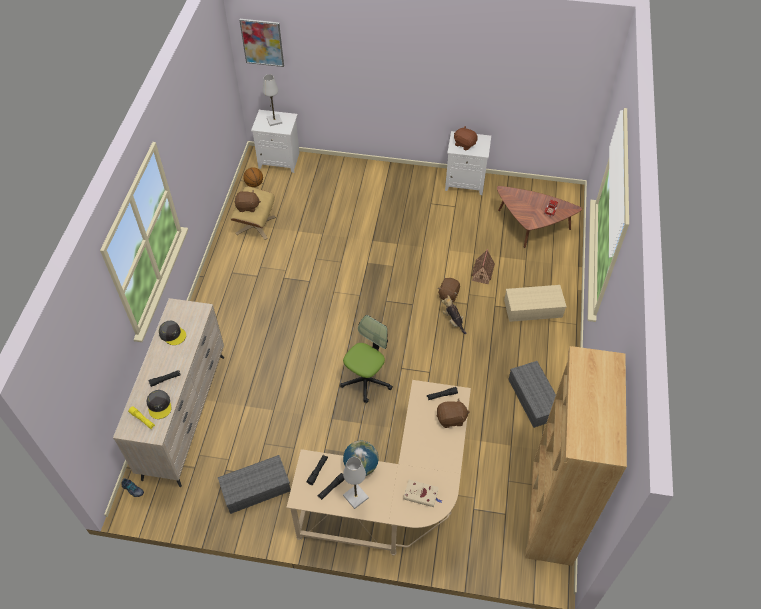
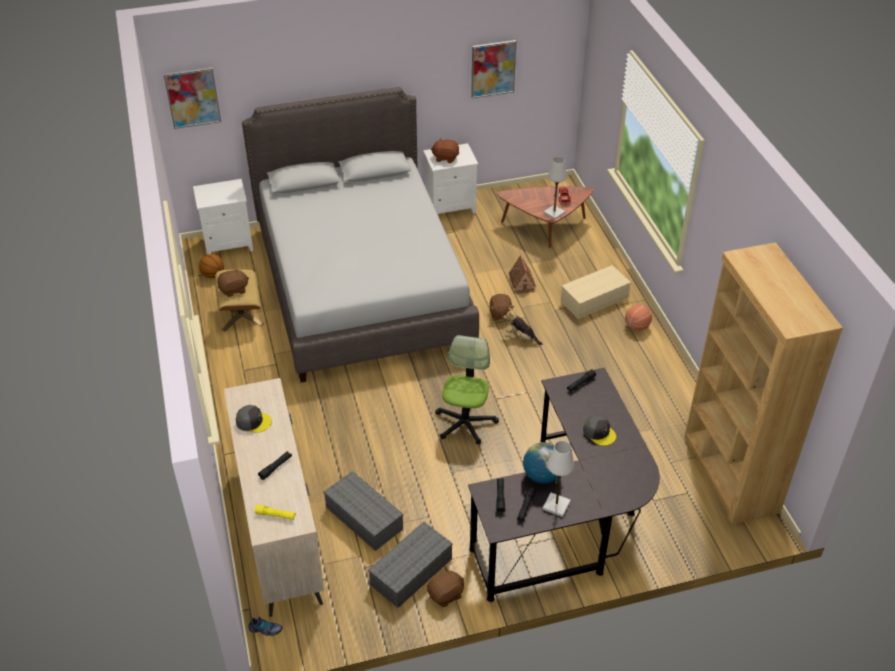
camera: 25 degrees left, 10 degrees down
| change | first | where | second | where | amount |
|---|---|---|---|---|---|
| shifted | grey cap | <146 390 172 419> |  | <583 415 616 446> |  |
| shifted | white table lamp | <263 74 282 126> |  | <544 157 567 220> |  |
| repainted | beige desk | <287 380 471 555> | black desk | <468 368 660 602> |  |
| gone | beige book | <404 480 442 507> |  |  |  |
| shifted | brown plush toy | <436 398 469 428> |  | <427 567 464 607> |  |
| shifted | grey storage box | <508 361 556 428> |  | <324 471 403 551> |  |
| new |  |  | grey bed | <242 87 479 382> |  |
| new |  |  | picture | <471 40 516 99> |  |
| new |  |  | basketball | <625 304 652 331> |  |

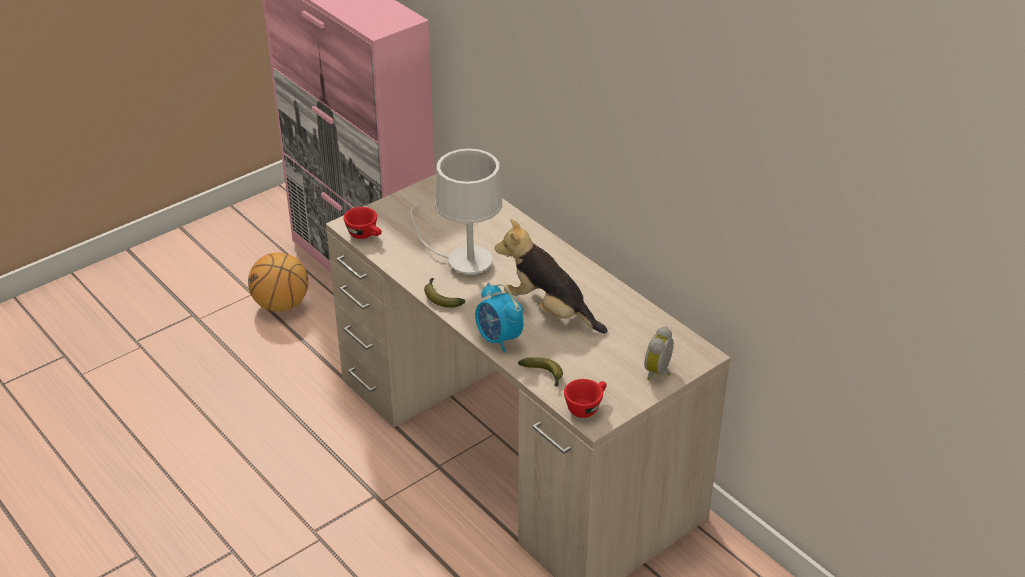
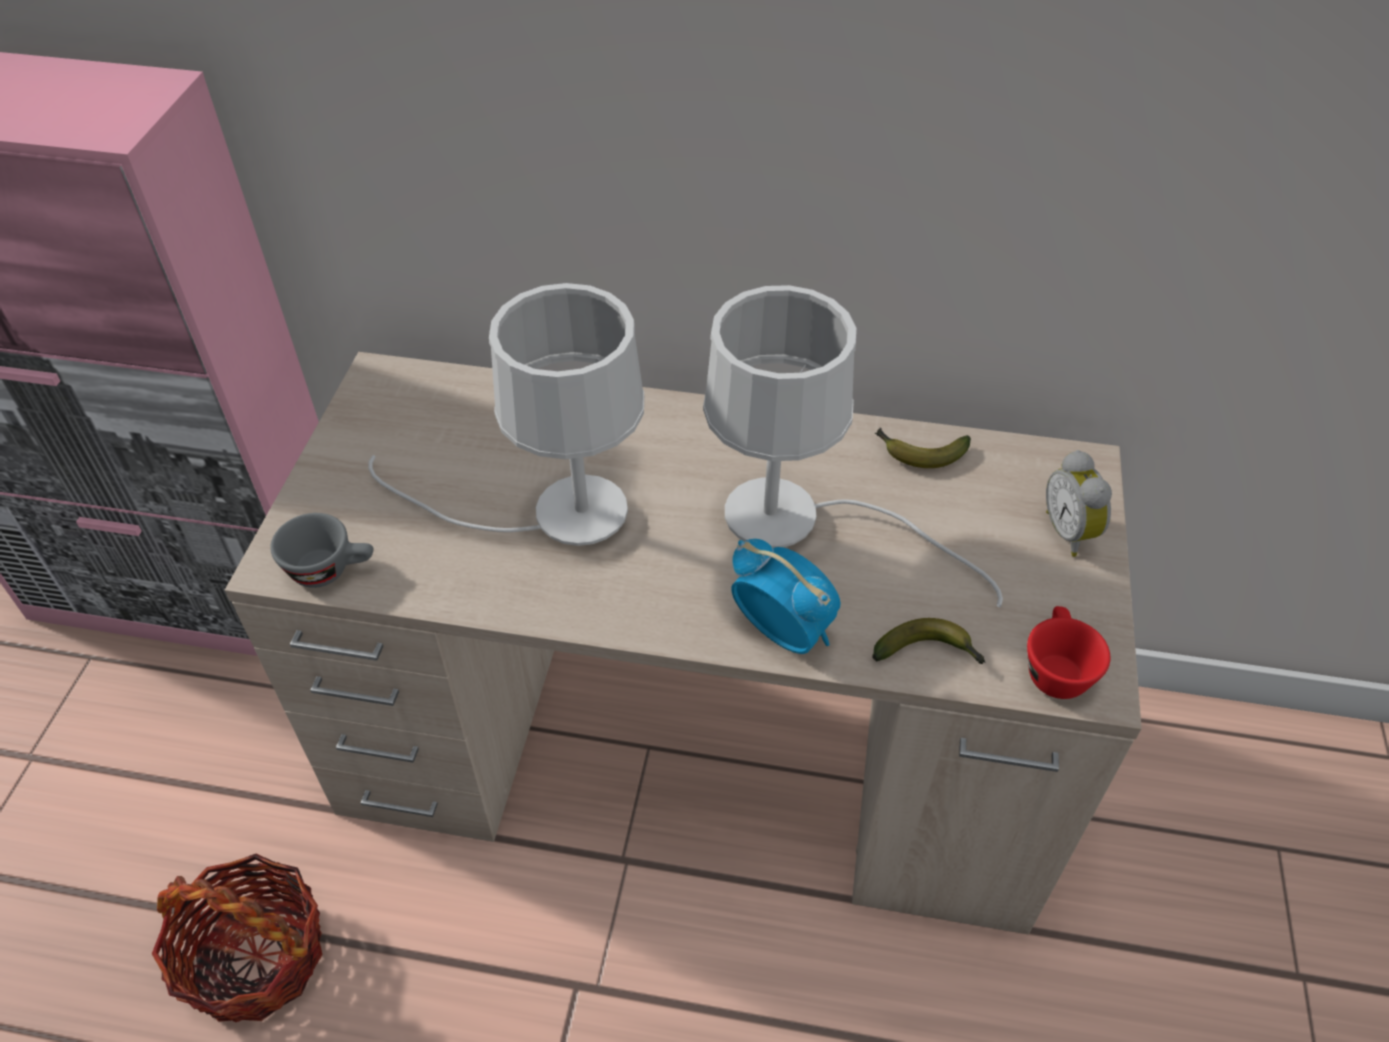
camera: 40 degrees left, 10 degrees up
| change | first | where | second | where | amount |
|---|---|---|---|---|---|
| gone | basketball | <248 253 308 312> |  |  |  |
| repainted | red cup | <344 207 382 239> | grey cup | <270 513 374 588> |  |
| shifted | banana | <424 278 465 308> |  | <875 428 971 468> |  |
| rotated | alarm clock | <475 283 524 352> |  | <731 539 841 654> | 150 degrees counterclockwise |
| swapped | plush toy | <495 219 608 334> | white table lamp | <703 285 1003 607> |  |
| new |  |  | basket | <152 854 322 1022> |  |

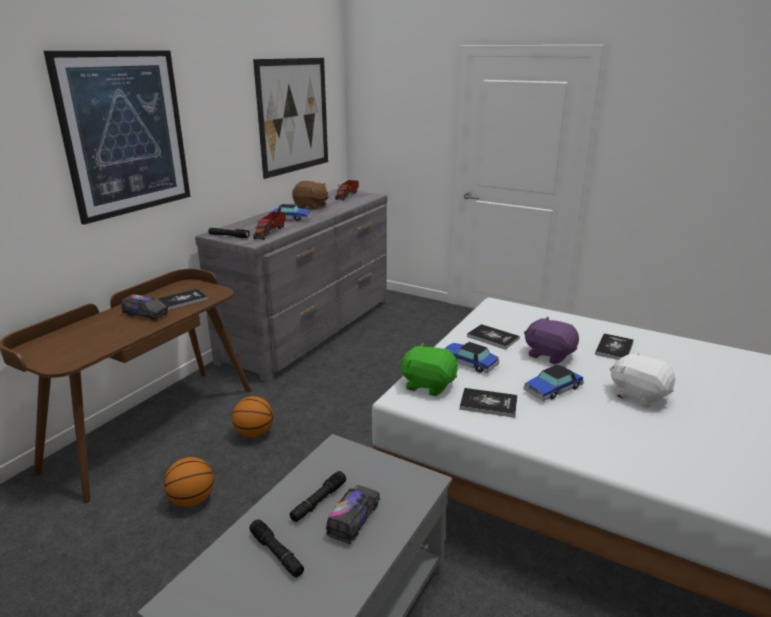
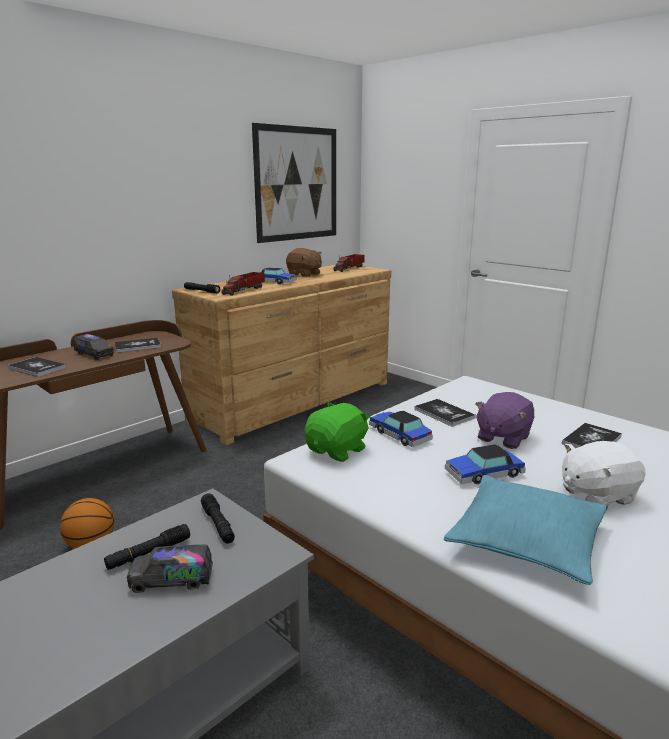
camera: 15 degrees right, 5 degrees down
| change | first | where | second | where | amount |
|---|---|---|---|---|---|
| gone | picture | <43 50 190 225> |  |  |  |
| repainted | grey dresser | <195 189 388 382> | brown dresser | <172 265 391 445> |  |
| gone | basketball | <232 396 273 438> |  |  |  |
| shifted | black flashlight | <249 519 304 577> |  | <201 493 235 544> |  |
| rotated | toy truck | <326 485 380 544> |  | <127 545 213 593> | 135 degrees counterclockwise |
| rotated | green plush toy | <399 343 458 396> |  | <304 402 370 462> | 90 degrees clockwise |
| shifted | book | <459 388 518 418> |  | <8 357 66 377> |  |
| rotated | purple plush toy | <524 317 579 364> |  | <475 392 534 449> | 105 degrees counterclockwise |
| rotated | white plush toy | <609 351 675 408> |  | <562 441 646 506> | 75 degrees counterclockwise |
| new |  |  | turquoise pillow | <444 475 608 585> |  |

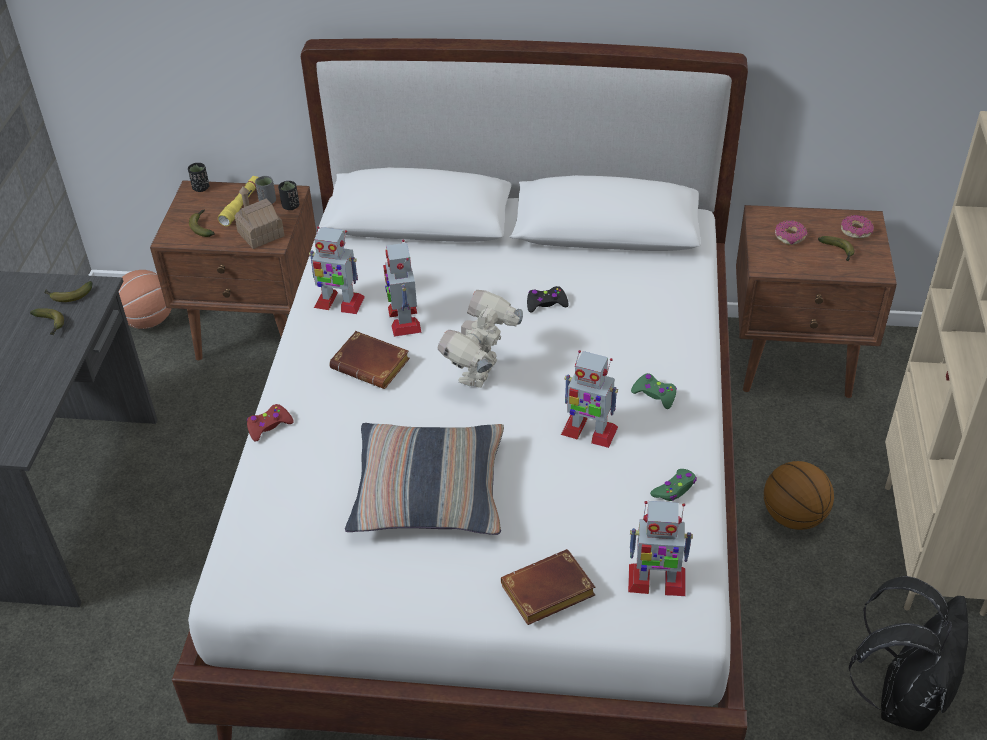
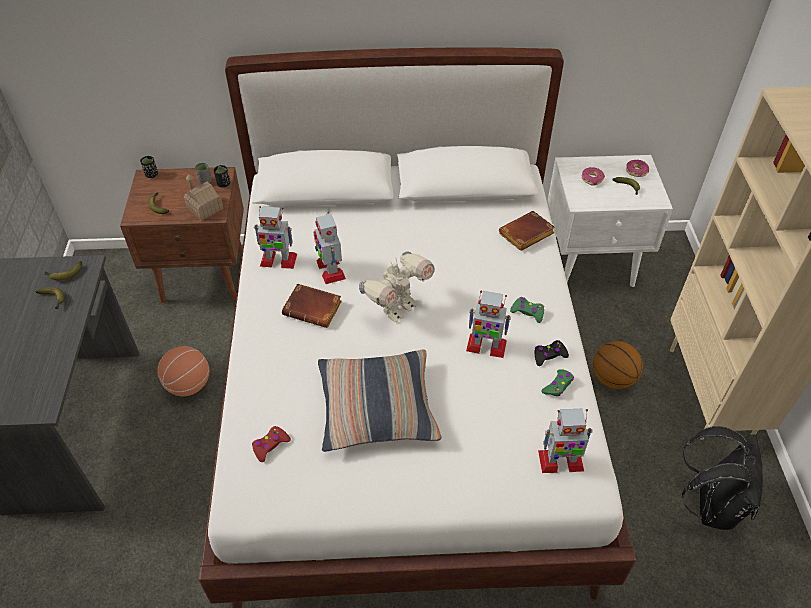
camera: 10 degrees left, 5 degrees up
| change | first | where | second | where | amount |
|---|---|---|---|---|---|
| shifted | basketball | <119 270 172 329> |  | <157 346 209 397> |  |
| gone | yellow flashlight | <218 176 258 226> |  |  |  |
| shifted | red game controller | <247 404 294 442> |  | <252 426 291 462> |  |
| rotated | toy robot | <438 290 523 388> |  | <359 251 435 322> | 150 degrees counterclockwise |
| shifted | brown book | <501 549 596 625> |  | <499 211 555 251> |  |
| shifted | black game controller | <527 286 569 313> |  | <534 340 569 366> |  |
| repainted | brown nightstand | <736 205 897 398> | white nightstand | <548 155 673 287> |  |

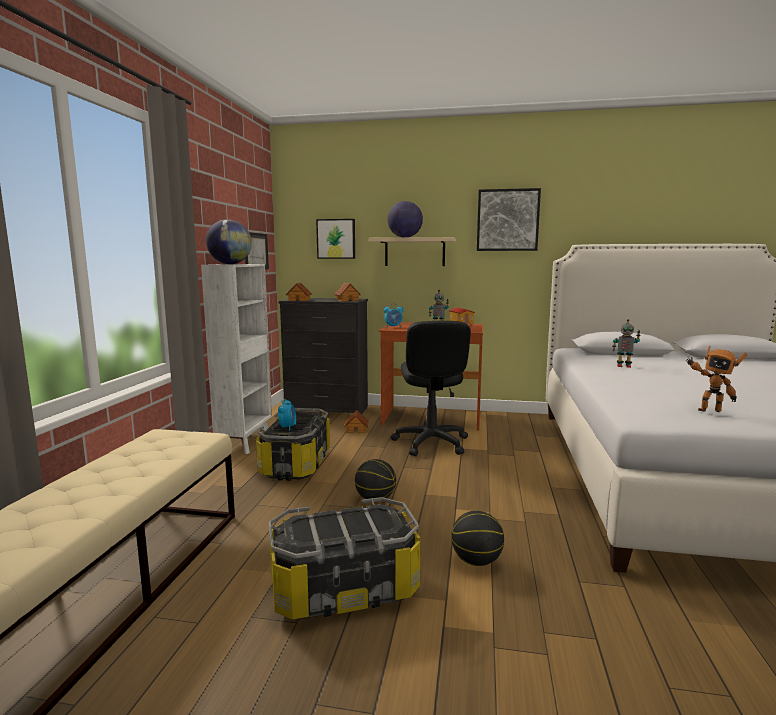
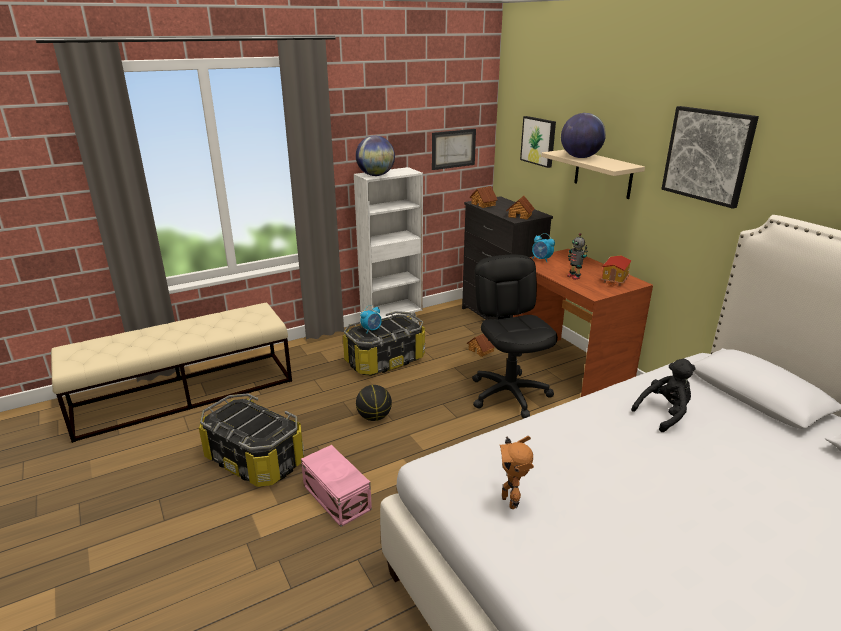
camera: 50 degrees right, 15 degrees up
| change | first | where | second | where | amount |
|---|---|---|---|---|---|
| rotated | black office chair | <391 321 471 456> |  | <472 255 558 418> | 120 degrees clockwise |
| swapped | basketball | <451 511 504 566> | pink storage box | <301 445 372 527> |  |
| swapped | toy robot | <612 319 641 368> | black plush toy | <631 359 696 432> |  |

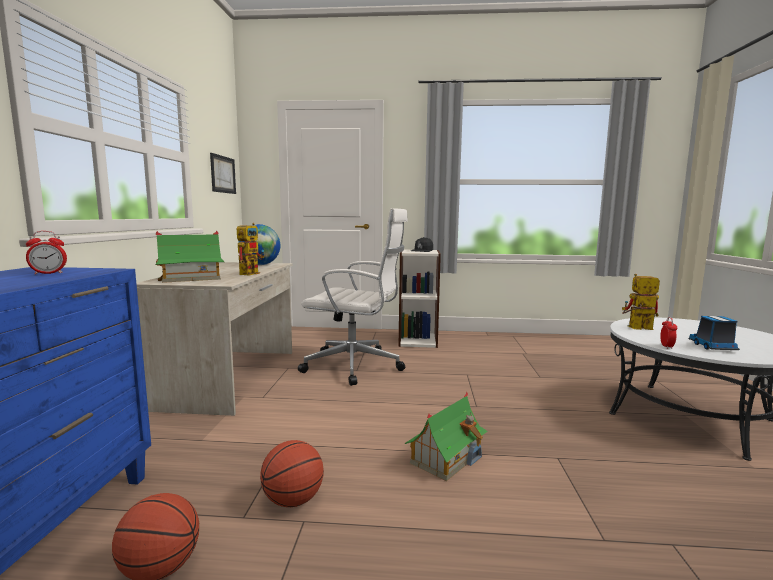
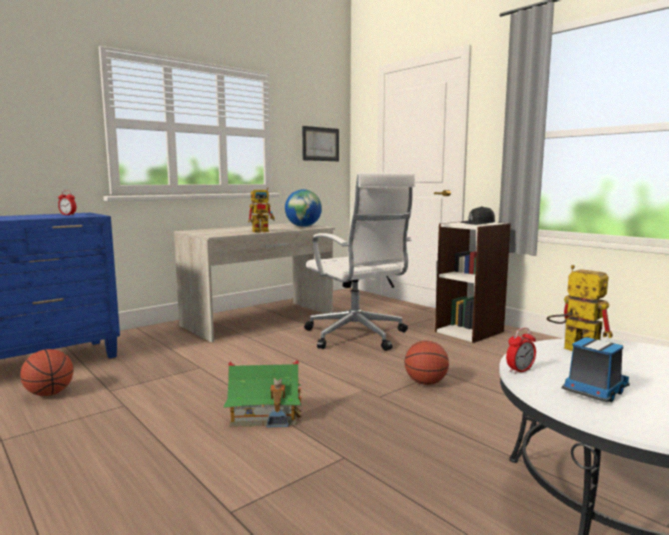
camera: 45 degrees right, 0 degrees up
| change | first | where | second | where | amount |
|---|---|---|---|---|---|
| gone | toy house | <156 230 224 283> |  |  |  |
| shifted | basketball | <260 440 324 507> |  | <405 340 449 385> |  |

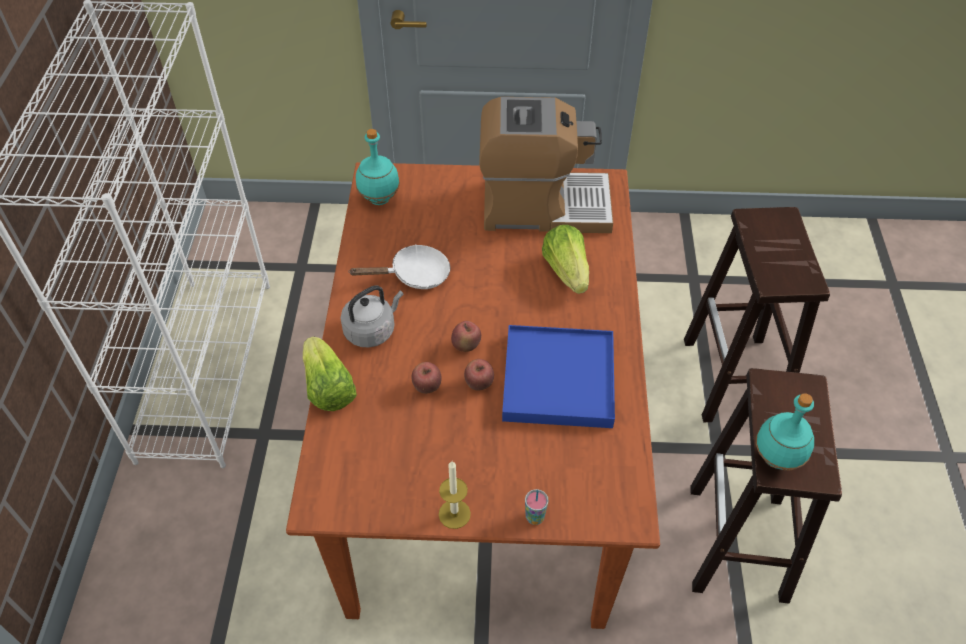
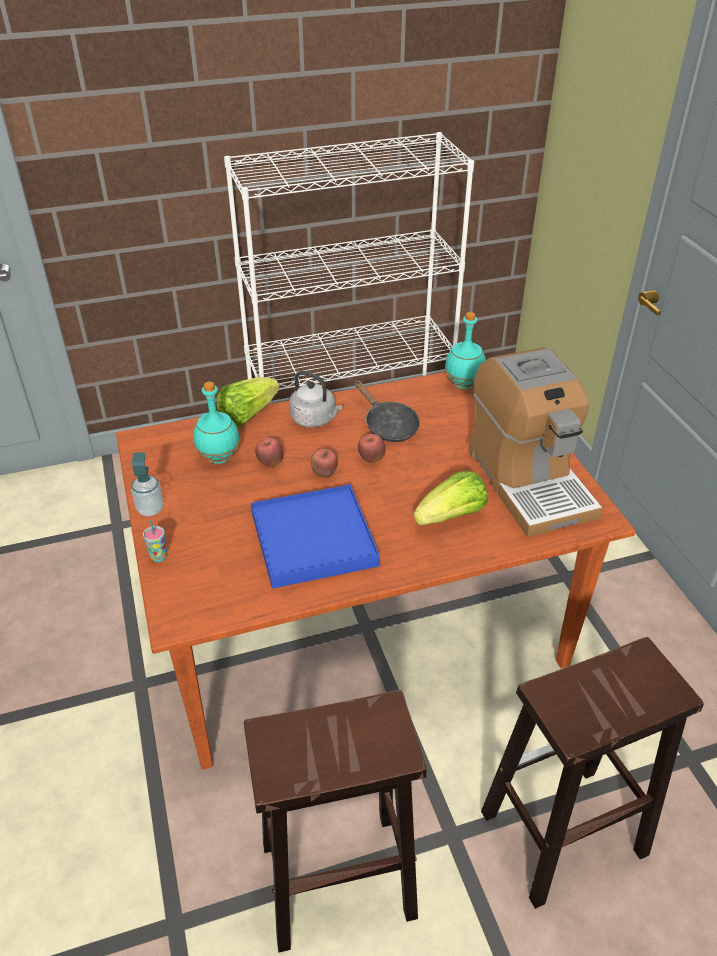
camera: 70 degrees right, 10 degrees down
| change | first | where | second | where | amount |
|---|---|---|---|---|---|
| repainted | white frying pan | <348 244 450 289> | black frying pan | <354 380 420 442> |  |
| swapped | candle | <439 461 471 529> | soap dispenser | <131 452 163 517> |  |
| shifted | apple | <464 359 494 391> |  | <358 434 385 463> |  |
| shifted | turquoise bottle | <756 393 814 471> |  | <194 382 240 464> |  |

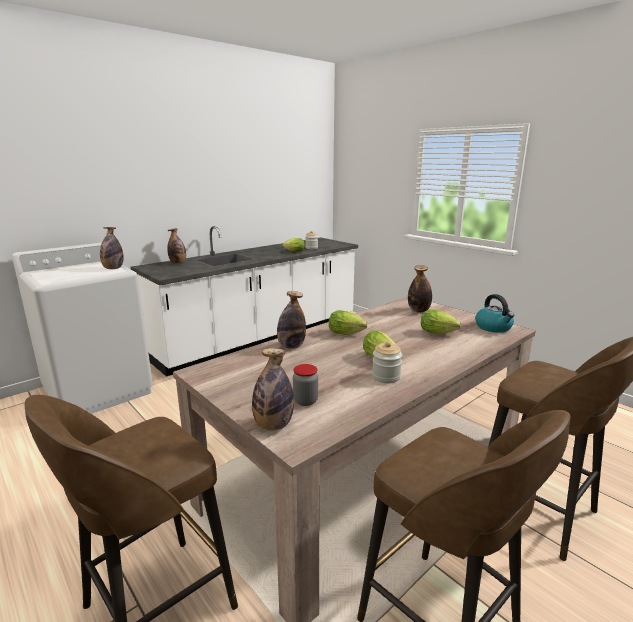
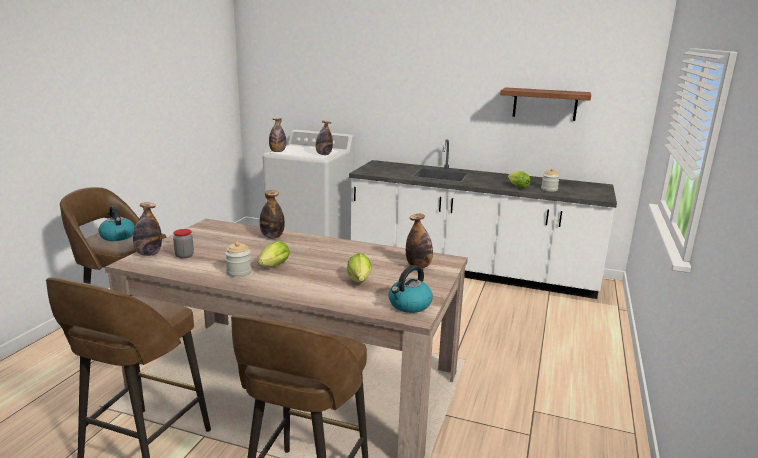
camera: 60 degrees right, 0 degrees up
| change | first | where | second | where | amount |
|---|---|---|---|---|---|
| shifted | bottle | <167 228 186 263> |  | <269 119 286 152> |  |
| gone | lettuce | <329 310 368 335> |  |  |  |
| new |  |  | kettle | <98 206 135 241> |  |
| new |  |  | shelf | <500 87 591 121> |  |

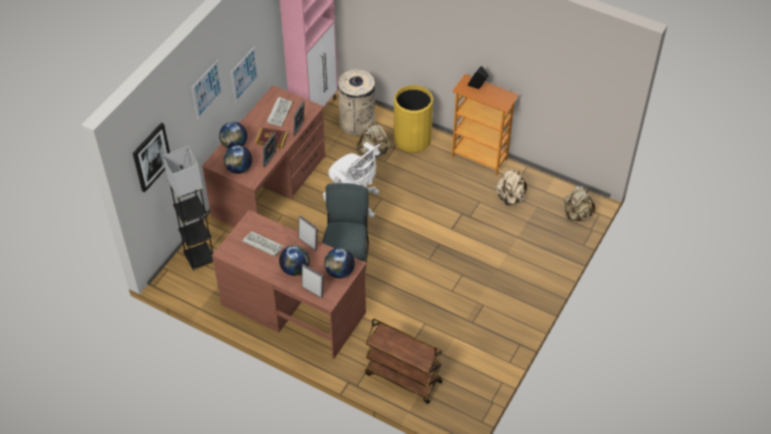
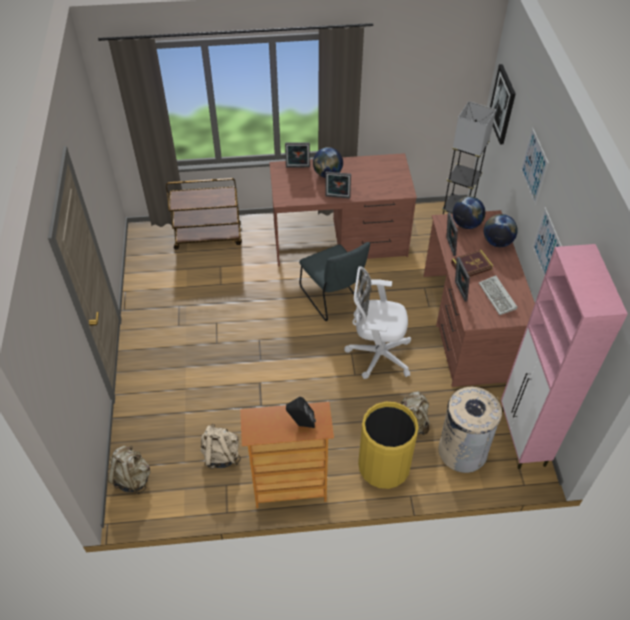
camera: 145 degrees right, 0 degrees up
| change | first | where | second | where | amount |
|---|---|---|---|---|---|
| gone | keyboard | <242 231 284 256> |  |  |  |
| gone | globe | <324 248 355 278> |  |  |  |

